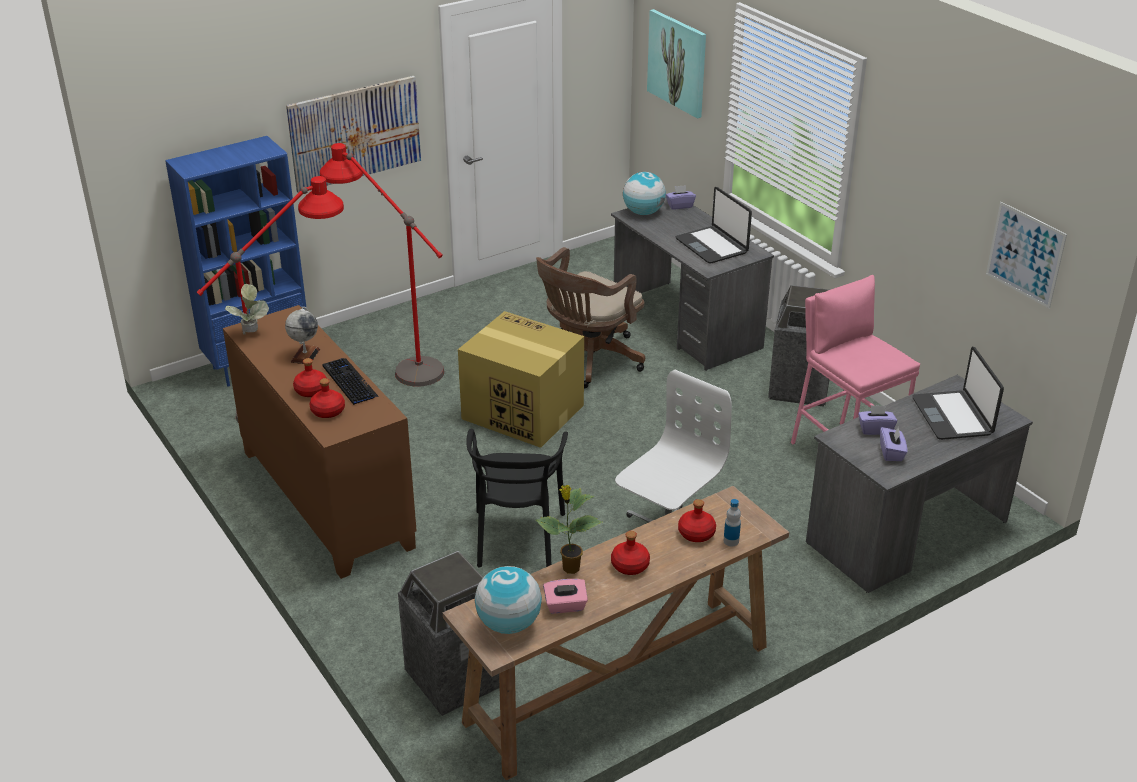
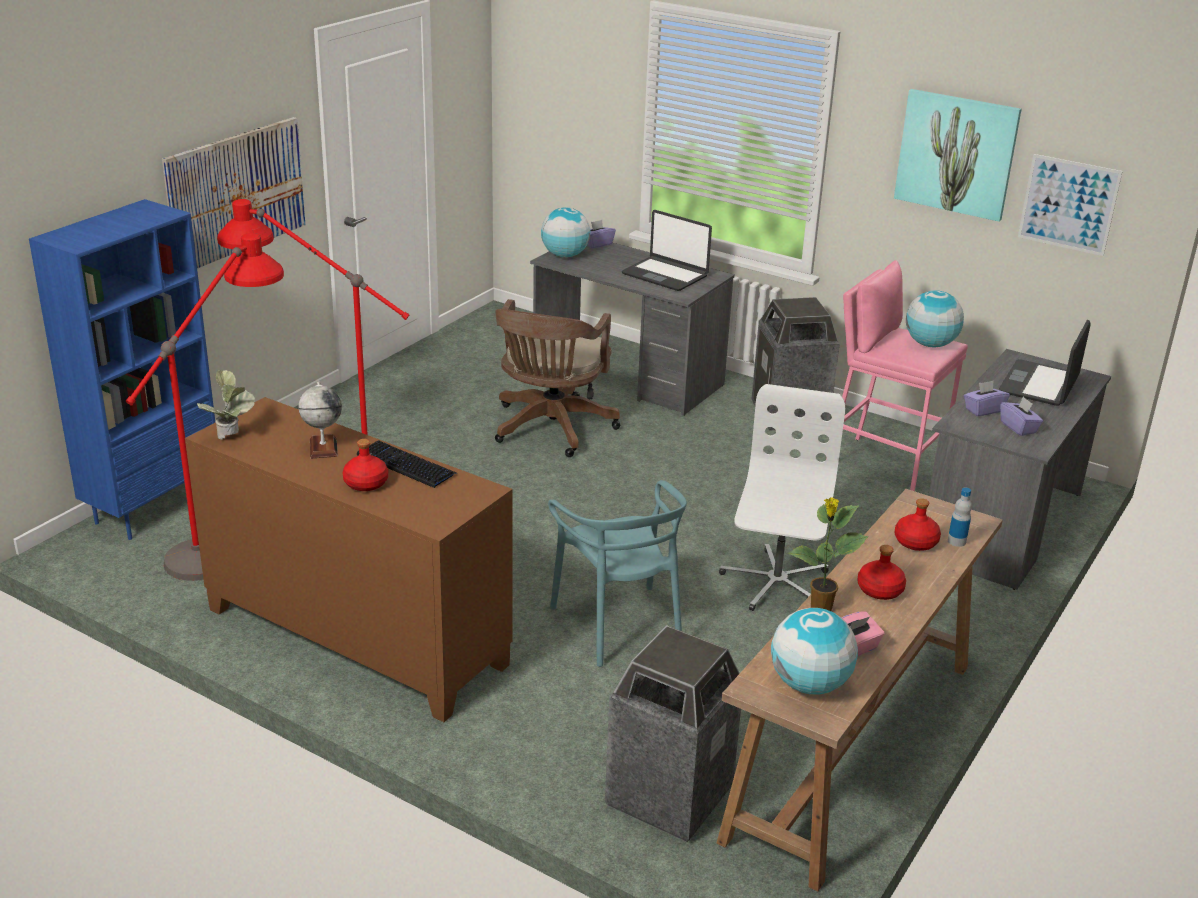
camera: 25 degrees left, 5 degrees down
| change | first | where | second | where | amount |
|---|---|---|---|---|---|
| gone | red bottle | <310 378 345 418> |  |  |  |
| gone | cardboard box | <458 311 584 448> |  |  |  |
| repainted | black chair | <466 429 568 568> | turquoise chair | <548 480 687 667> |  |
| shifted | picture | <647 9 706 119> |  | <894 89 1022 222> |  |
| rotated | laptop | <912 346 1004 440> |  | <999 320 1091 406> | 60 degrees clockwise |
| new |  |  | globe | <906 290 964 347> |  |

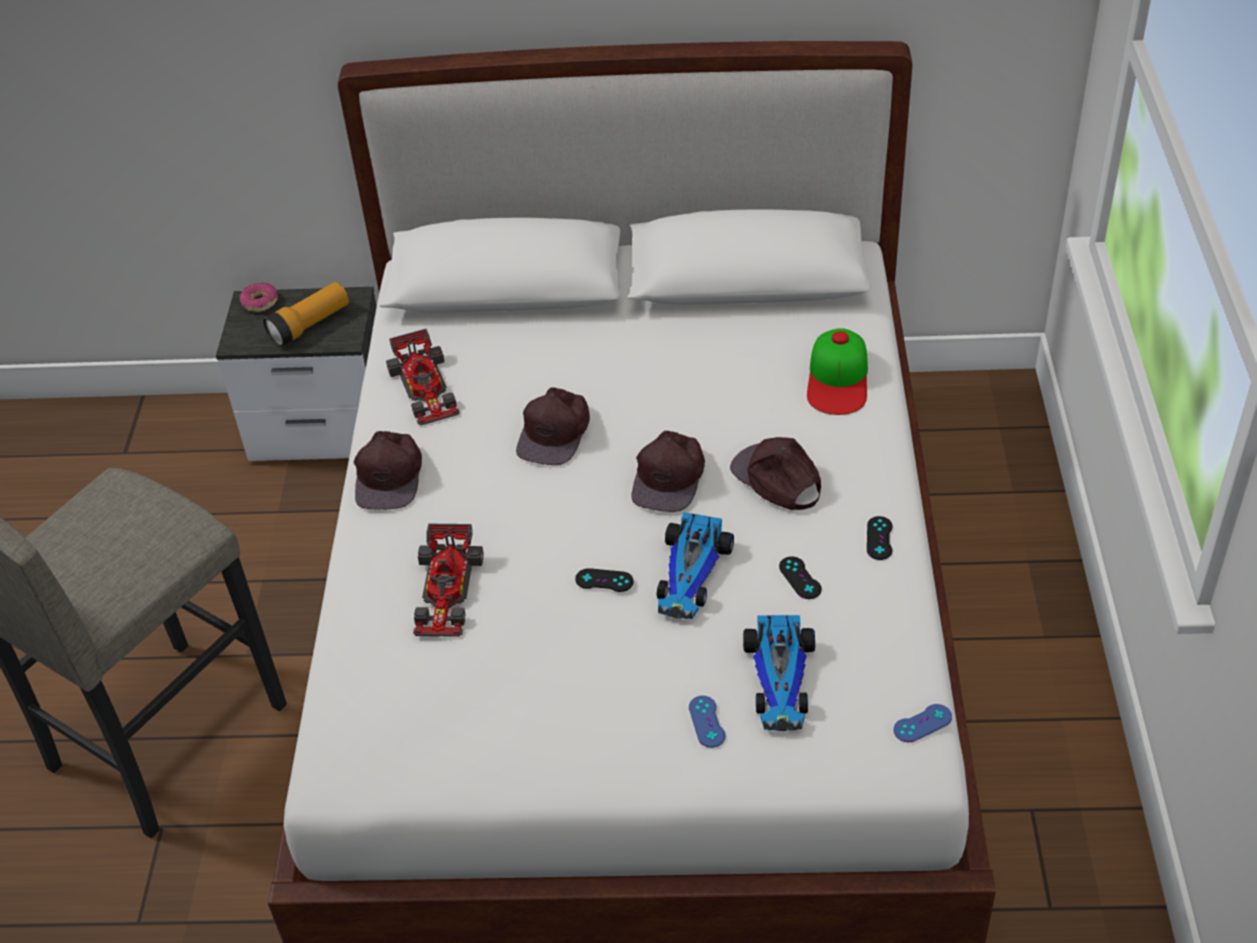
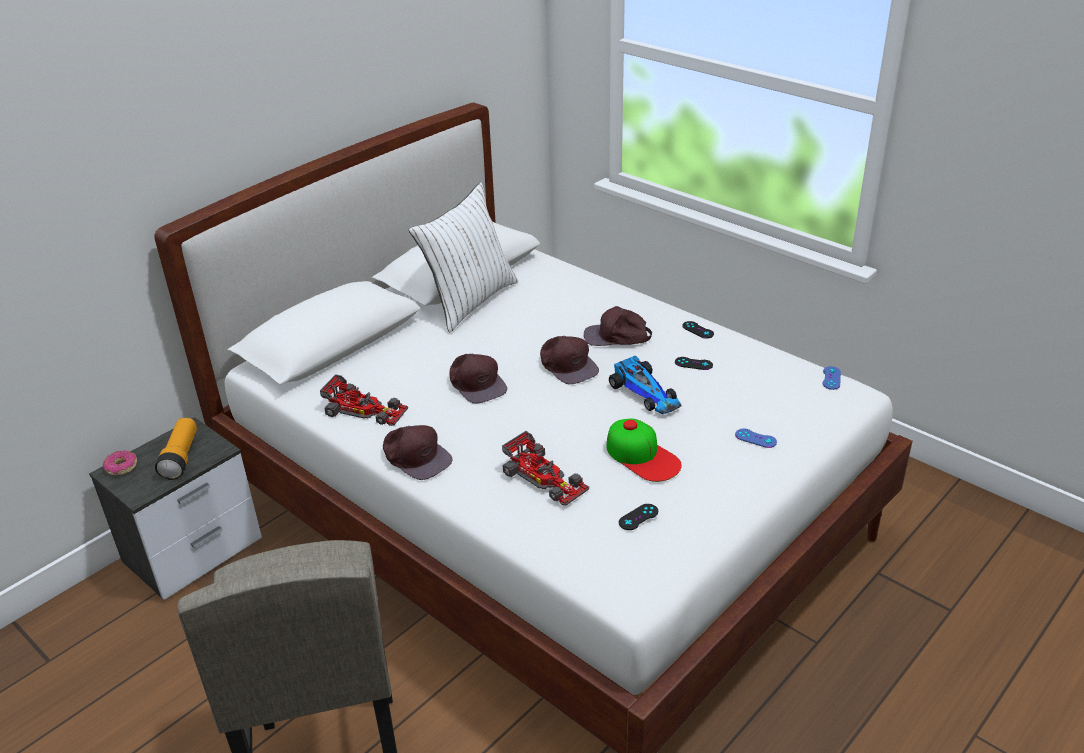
camera: 50 degrees left, 10 degrees down
| change | first | where | second | where | amount |
|---|---|---|---|---|---|
| shifted | black game controller | <575 568 633 592> |  | <619 504 658 530> |  |
| gone | toy car | <743 615 815 731> |  |  |  |
| shifted | cap | <807 328 868 415> |  | <606 419 682 482> |  |
| new |  |  | white pillow | <409 183 518 332> |  |

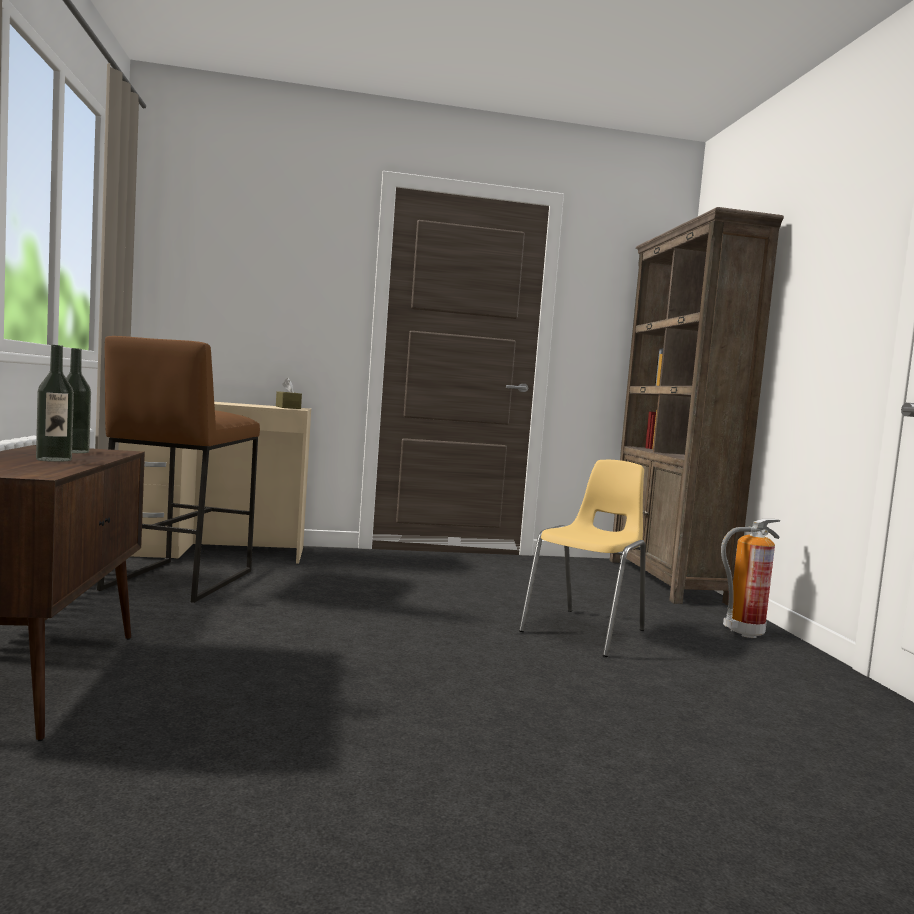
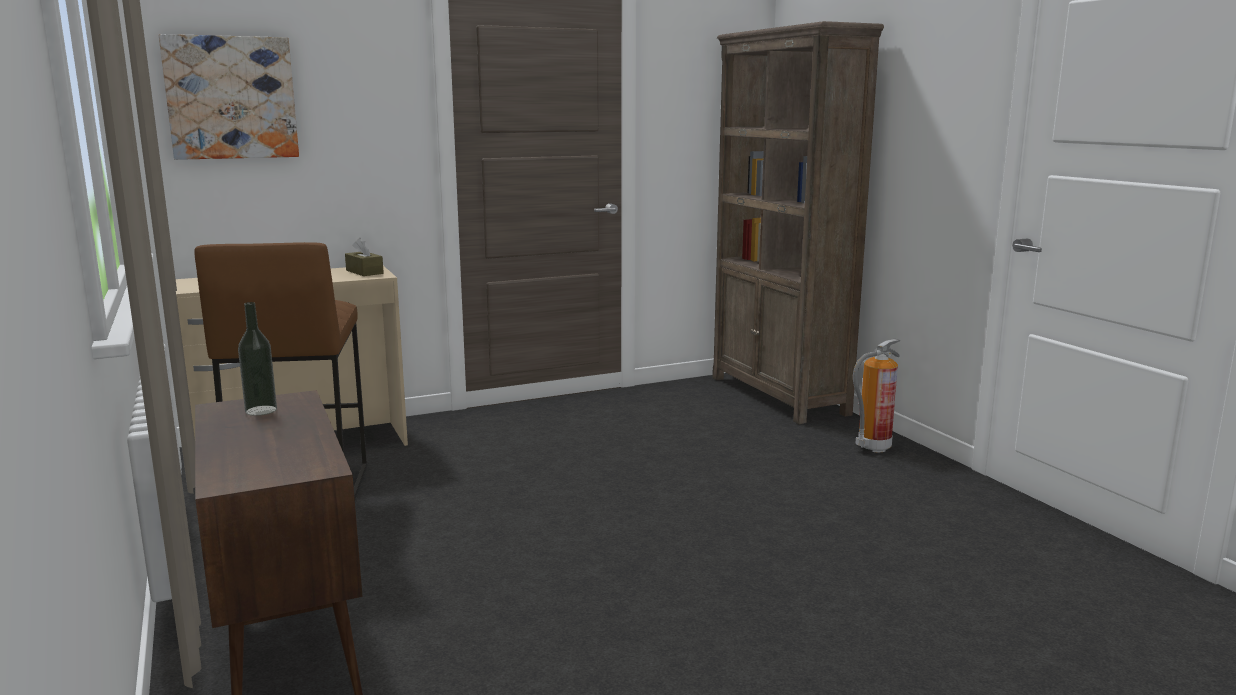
camera: 15 degrees left, 10 degrees up
| change | first | where | second | where | amount |
|---|---|---|---|---|---|
| gone | bottle | <36 345 74 462> |  |  |  |
| gone | yellow chair | <519 460 646 657> |  |  |  |
| new |  |  | picture | <159 34 299 160> |  |

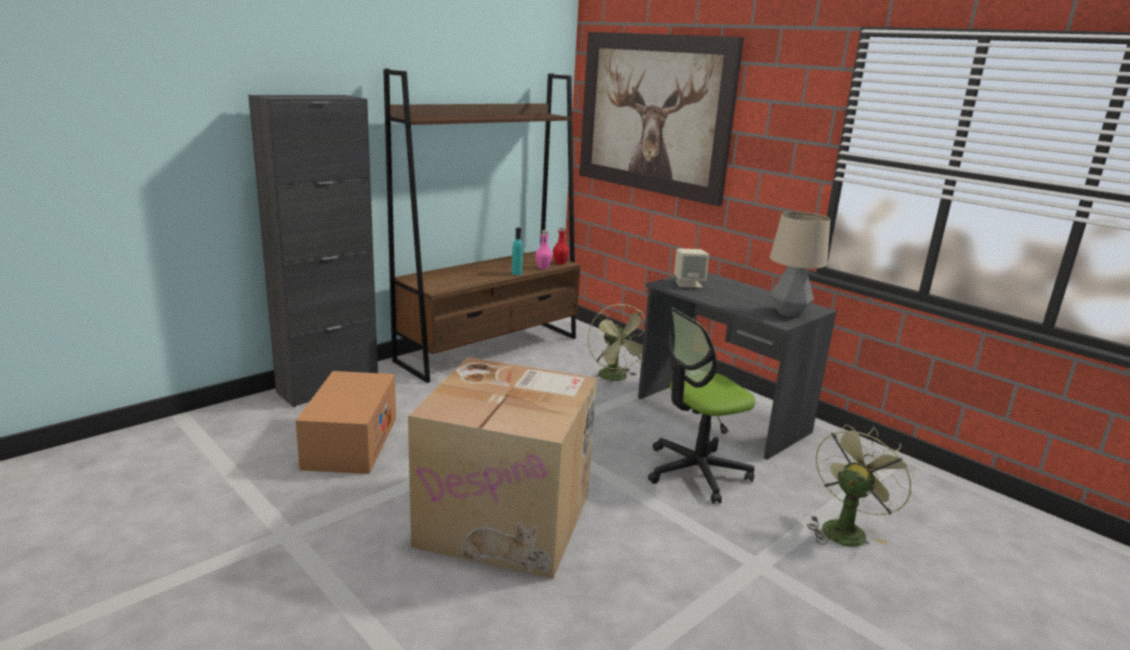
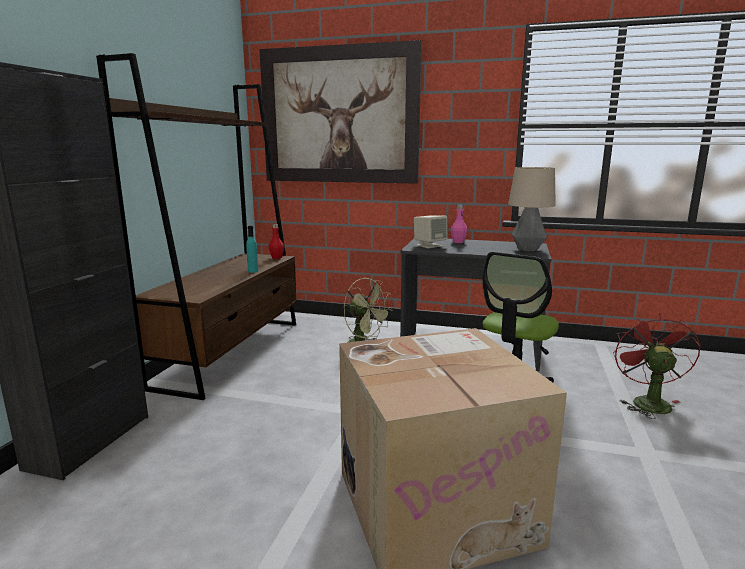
camera: 30 degrees left, 5 degrees down
| change | first | where | second | where | amount |
|---|---|---|---|---|---|
| gone | cardboard box | <296 371 396 474> |  |  |  |
| shifted | pink bottle | <535 230 552 269> |  | <451 205 467 243> |  |
| repainted | green fan | <807 425 916 547> | red fan | <613 313 701 419> |  |

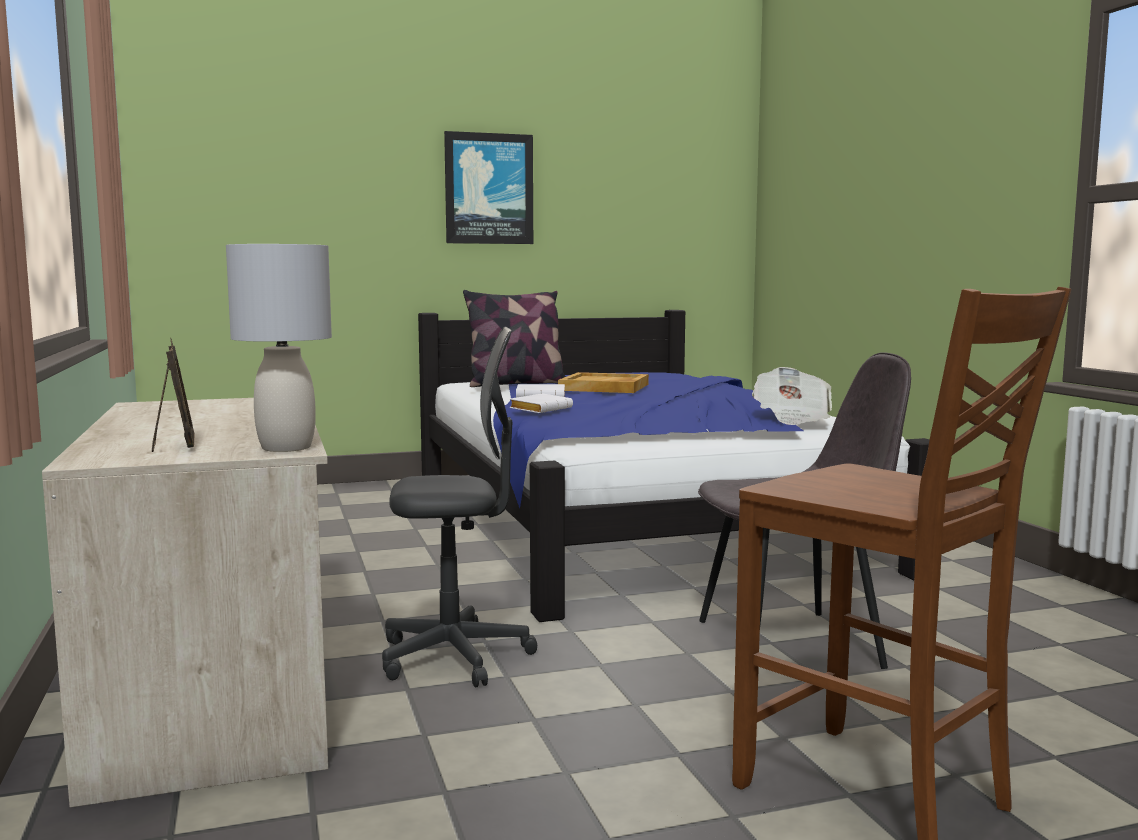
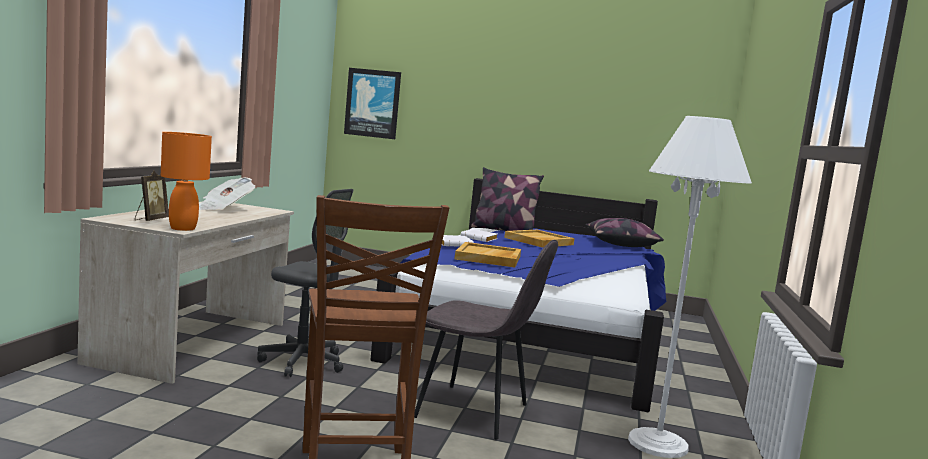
camera: 30 degrees right, 0 degrees up
| change | first | where | second | where | amount |
|---|---|---|---|---|---|
| repainted | grey table lamp | <226 244 332 452> | orange table lamp | <161 132 212 231> |  |
| shifted | picture | <444 131 533 244> |  | <344 68 401 139> |  |
| shifted | newspaper | <752 367 832 425> |  | <199 177 255 210> |  |
| new |  |  | beige tray | <455 242 521 267> |  |
| new |  |  | pillow | <586 218 664 247> |  |
| new |  |  | white floor lamp | <628 116 752 458> |  |

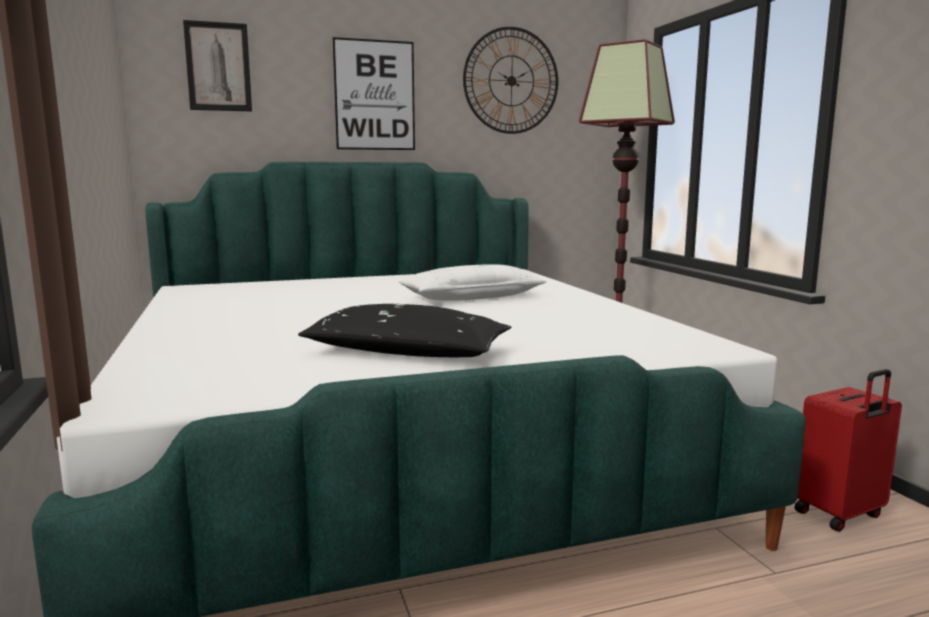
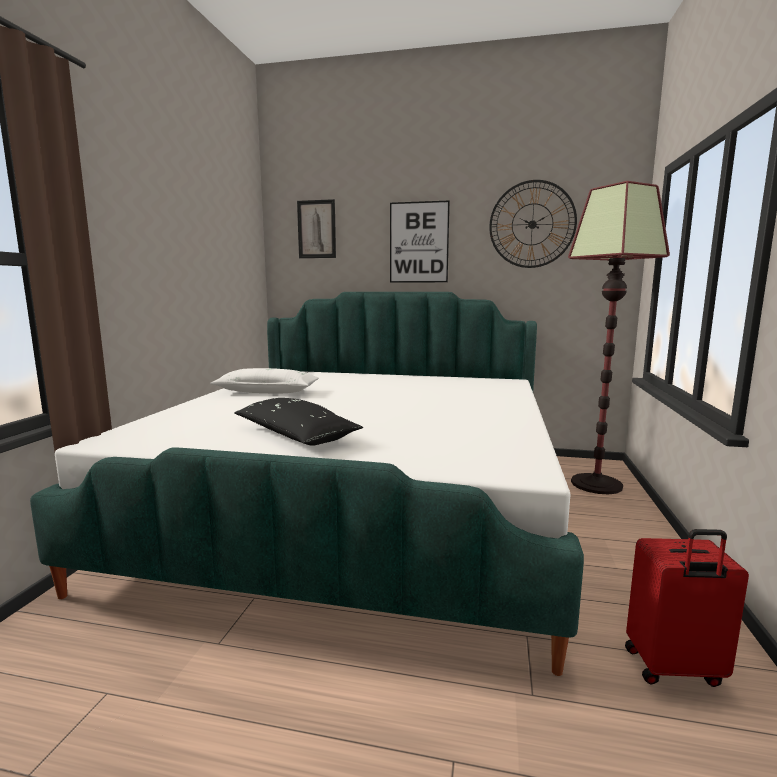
camera: 30 degrees right, 0 degrees up
| change | first | where | second | where | amount |
|---|---|---|---|---|---|
| shifted | white pillow | <399 265 547 301> |  | <210 368 319 394> |  |

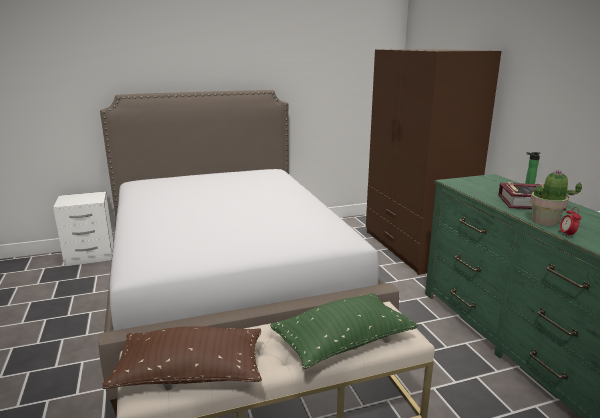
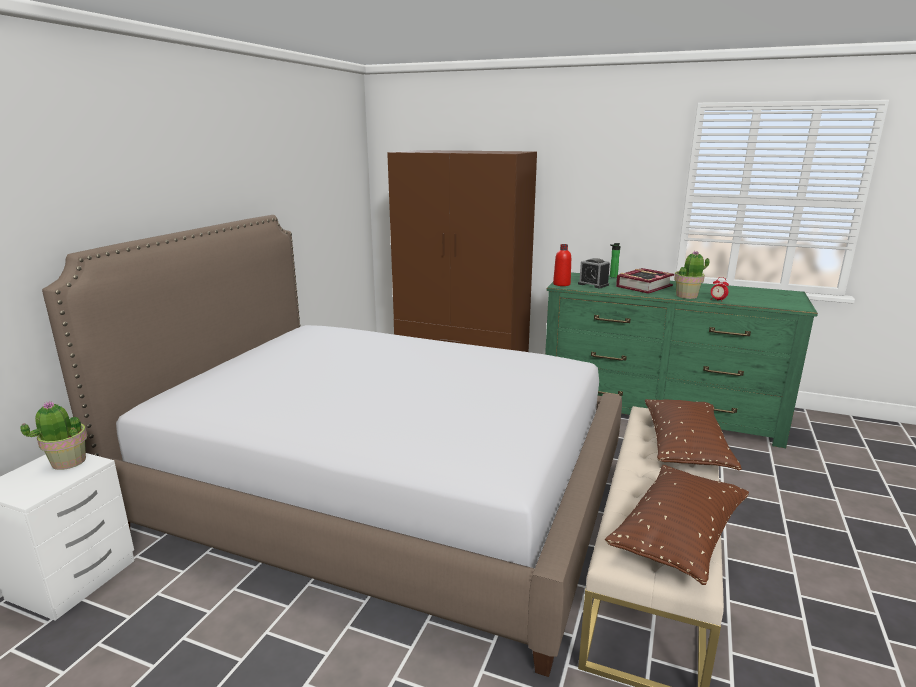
camera: 50 degrees left, 0 degrees up
| change | first | where | second | where | amount |
|---|---|---|---|---|---|
| repainted | green pillow | <270 293 418 369> | brown pillow | <645 399 742 470> |  |
| new |  |  | potted plant | <20 401 88 470> |  |
| new |  |  | red bottle | <553 244 571 286> |  |
| new |  |  | alarm clock | <578 258 610 288> |  |

